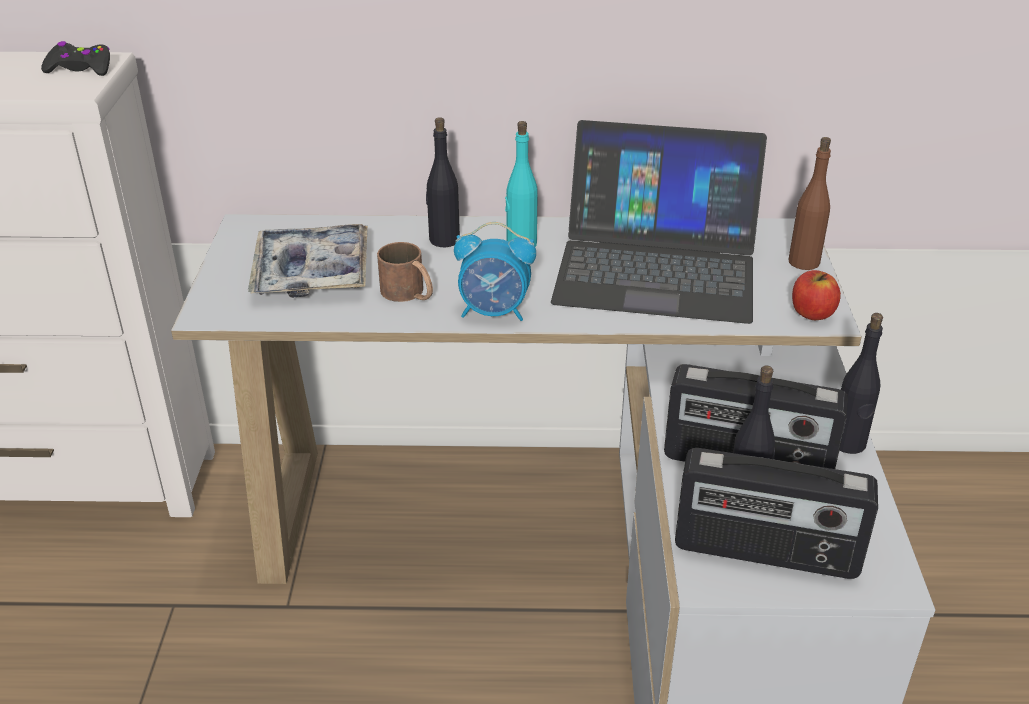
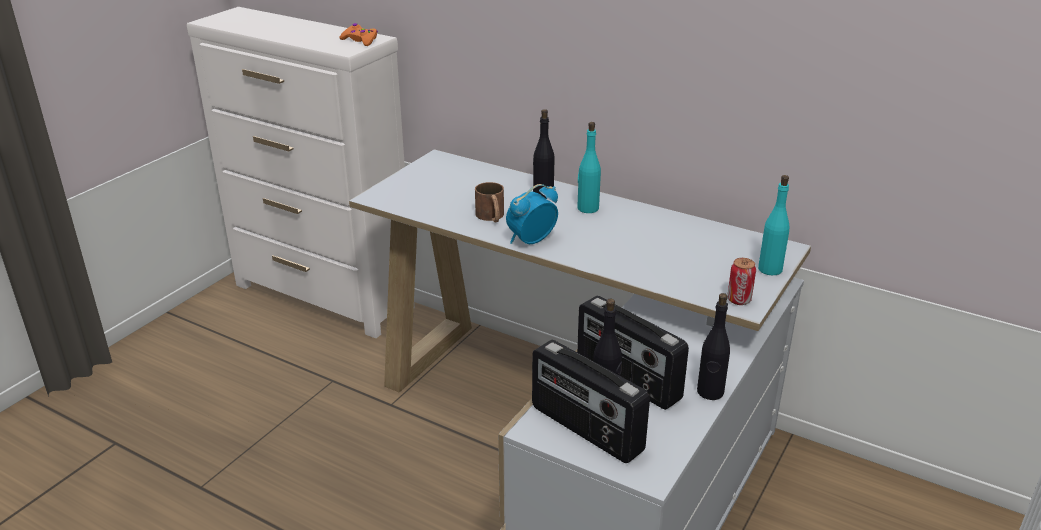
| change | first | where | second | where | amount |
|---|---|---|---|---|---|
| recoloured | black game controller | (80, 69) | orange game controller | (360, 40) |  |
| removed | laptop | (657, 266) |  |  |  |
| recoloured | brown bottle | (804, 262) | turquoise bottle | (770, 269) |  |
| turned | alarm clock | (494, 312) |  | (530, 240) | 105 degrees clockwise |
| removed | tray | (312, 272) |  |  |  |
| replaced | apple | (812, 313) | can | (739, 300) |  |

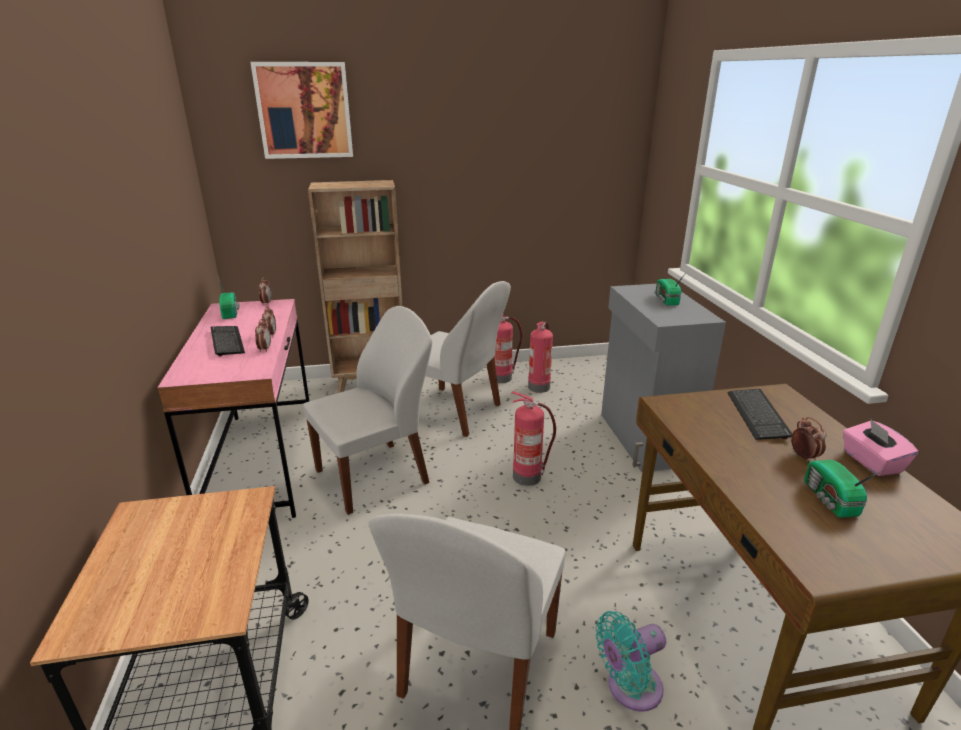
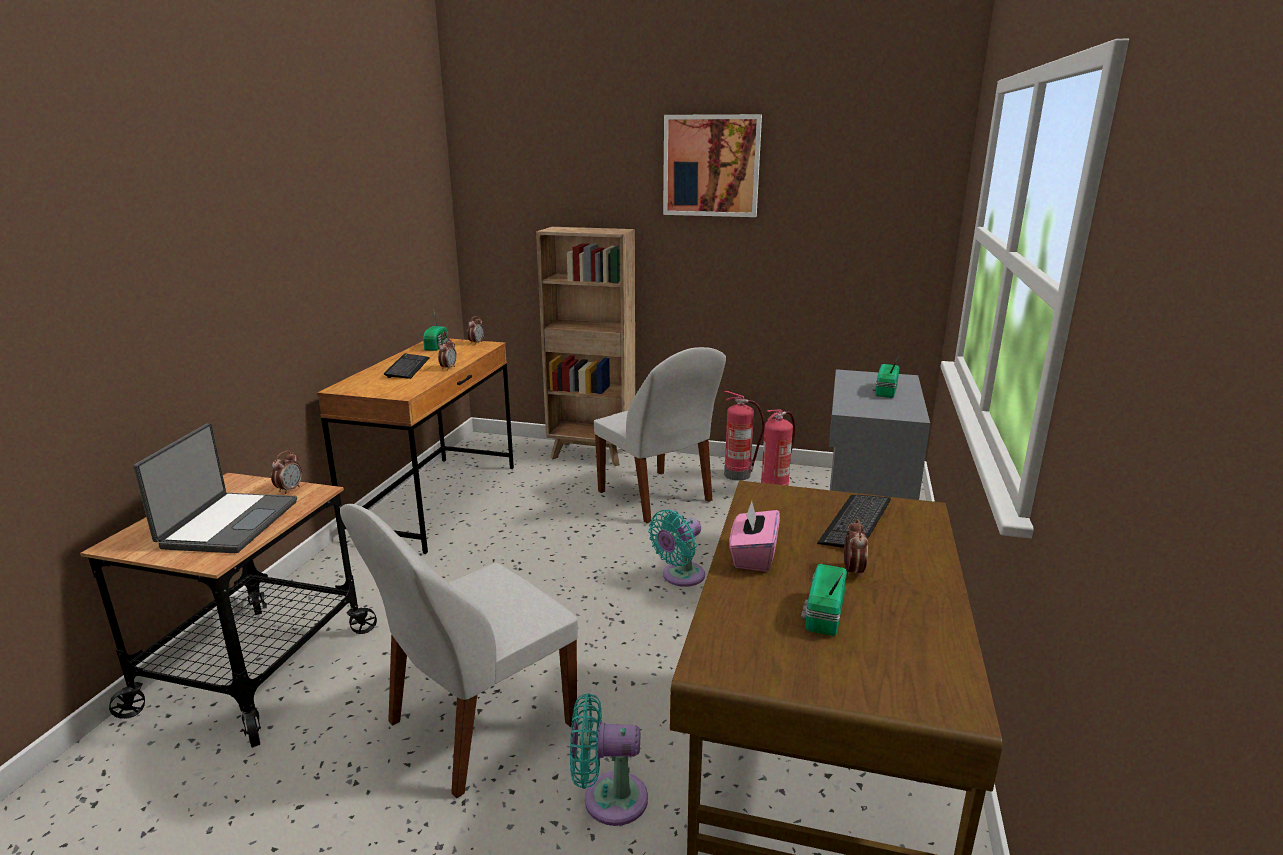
| change | first | where | second | where | amount |
|---|---|---|---|---|---|
| moved | picture | (304, 111) |  | (711, 166) |  |
| recoloured | pink desk | (262, 462) | brown desk | (436, 501) |  |
| removed | white chair | (375, 476) |  |  |  |
| moved | alarm clock | (265, 349) |  | (289, 489) |  |
| replaced | fire extinguisher | (528, 477) | turquoise fan | (680, 577) |  |
| moved | pink tissue box | (871, 462) |  | (753, 556) |  |
| added |  |  | laptop | (228, 524) |  |

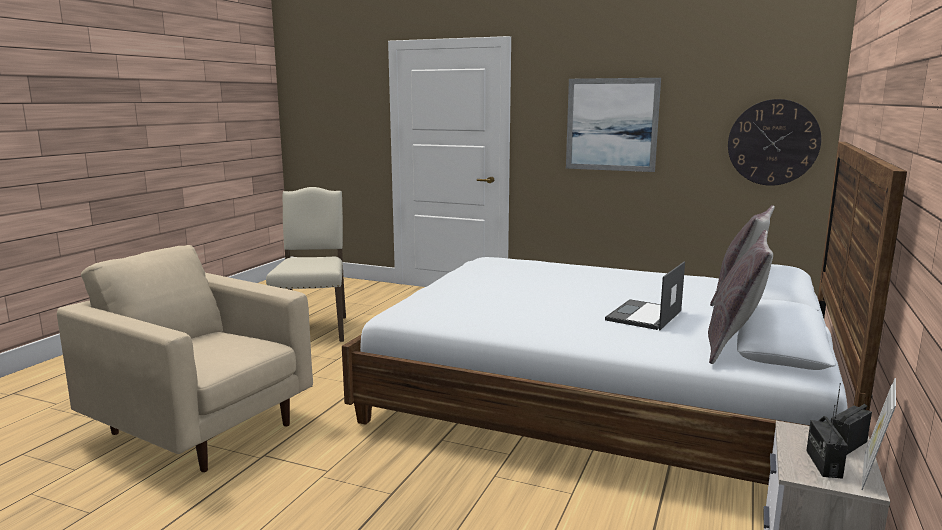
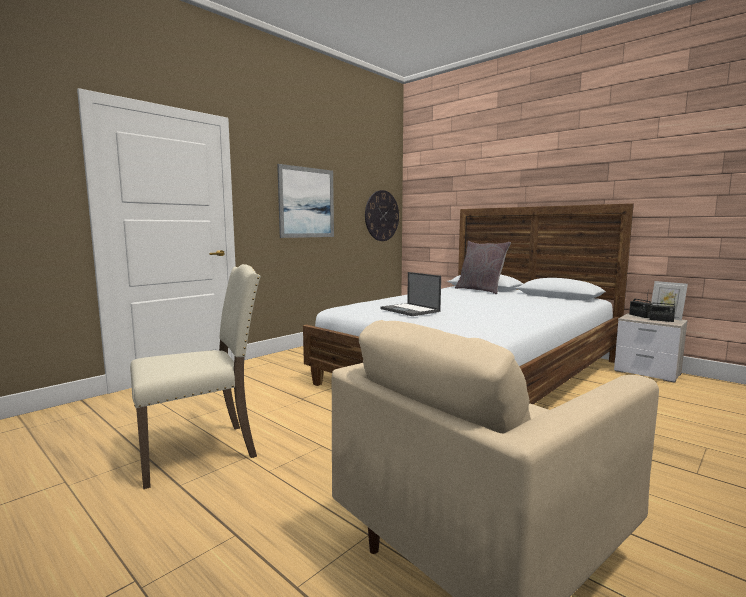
| change | first | where | second | where | amount |
|---|---|---|---|---|---|
| turned | beige chair | (314, 328) |  | (200, 451) | 135 degrees clockwise |
| removed | grey pillow | (734, 346) |  |  |  |
| moved | laptop | (644, 316) |  | (410, 310) |  |

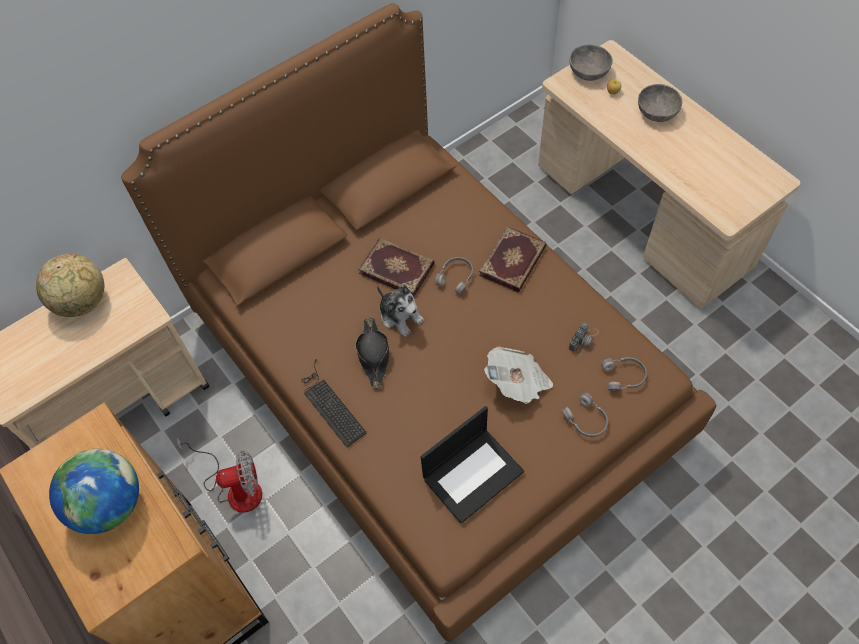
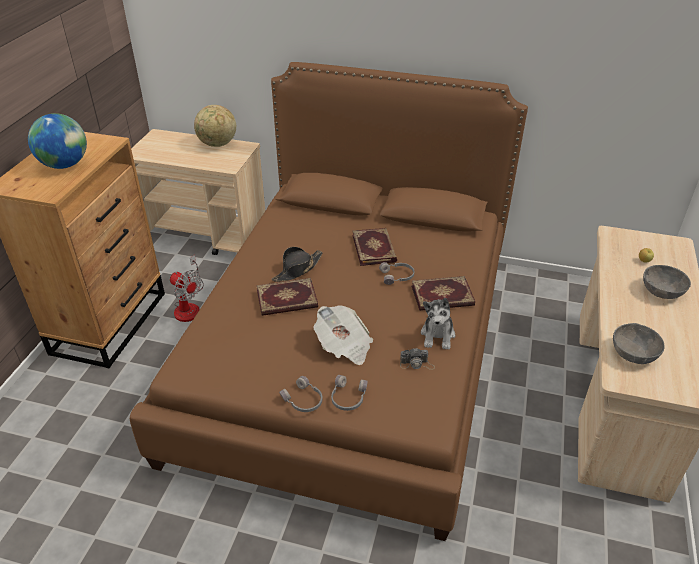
| change | first | where | second | where | amount |
|---|---|---|---|---|---|
| moved | grey bowl | (588, 72) |  | (633, 353) |  |
| moved | plush toy | (400, 316) |  | (438, 335) |  |
| moved | grey headphones | (624, 376) |  | (303, 400) |  |
| removed | keyboard | (330, 405) |  |  |  |
| removed | laptop | (473, 473) |  |  |  |
| added |  |  | book | (287, 300) |  |

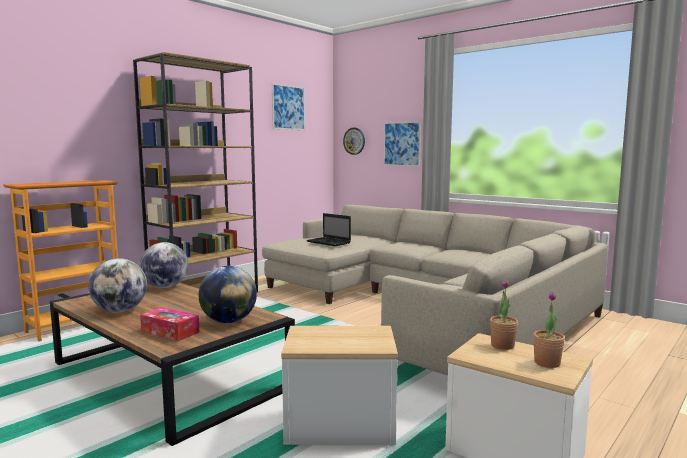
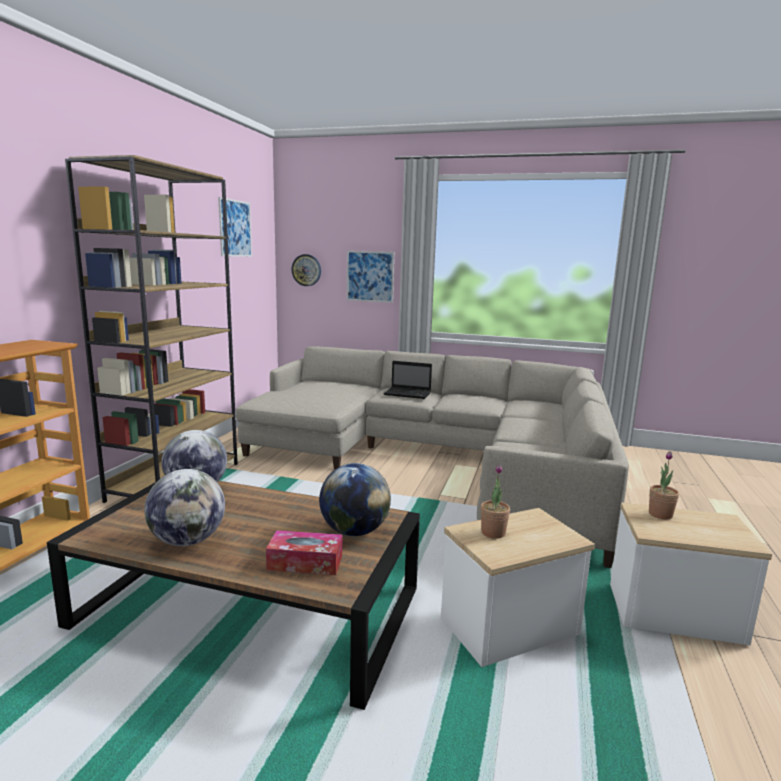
| change | first | where | second | where | amount |
|---|---|---|---|---|---|
| moved | laptop | (329, 242) |  | (408, 394) |  |
| moved | potted plant | (547, 363) |  | (493, 533) |  |

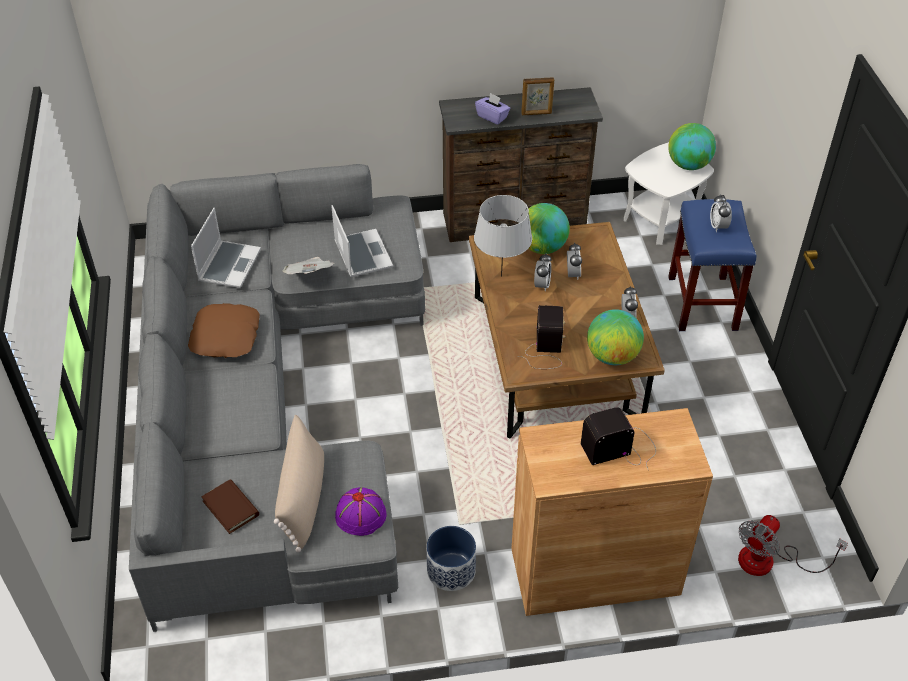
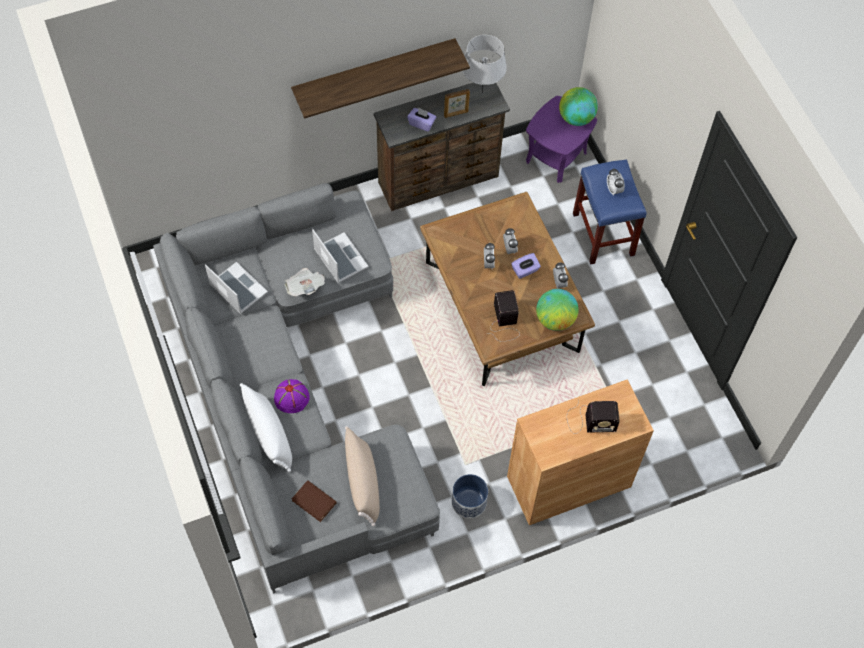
| change | first | where | second | where | amount |
|---|---|---|---|---|---|
| recoloured | white side table | (660, 219) | purple side table | (556, 156) |  |
| moved | grey table lamp | (501, 276) |  | (482, 92) |  |
| removed | globe | (542, 247) |  |  |  |
| turned | laptop | (229, 265) |  | (237, 289) | 45 degrees counterclockwise |
| removed | brown pillow | (226, 337) |  |  |  |
| turned | radio | (621, 448) |  | (589, 421) | 150 degrees counterclockwise |
| moved | purple hat | (361, 515) |  | (292, 397) |  |
| removed | fan | (769, 561) |  |  |  |
| added |  |  | shelf | (374, 72) |  |
| added |  |  | purple tissue box | (525, 270) |  |
| added |  |  | white pillow | (269, 434) |  |

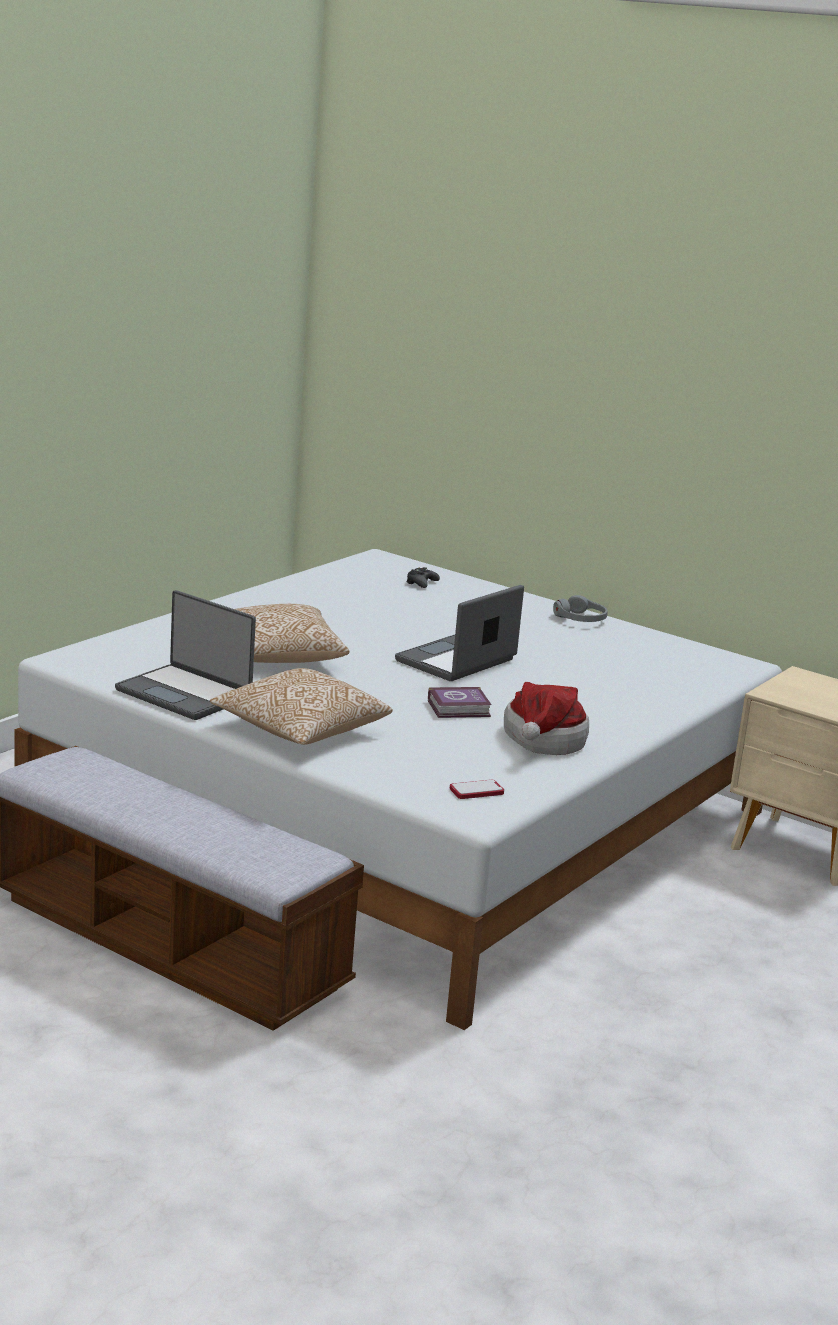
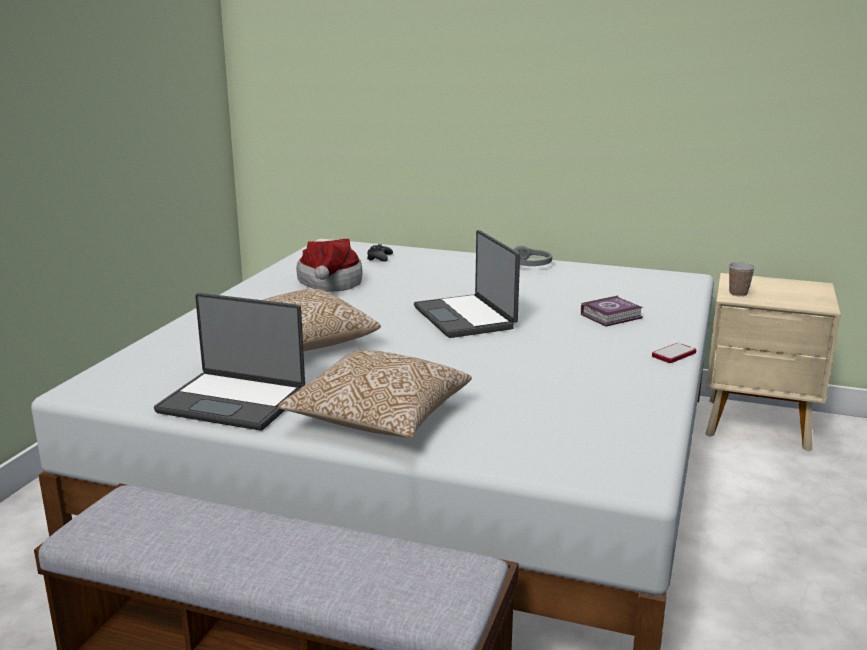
| change | first | where | second | where | amount |
|---|---|---|---|---|---|
| turned | laptop | (457, 661) |  | (466, 317) | 45 degrees counterclockwise |
| moved | hat | (542, 741) |  | (329, 284) |  |
| moved | book | (460, 709) |  | (613, 316) |  |
| moved | phone | (476, 791) |  | (674, 354) |  |
| added |  |  | cup | (738, 293) |  |

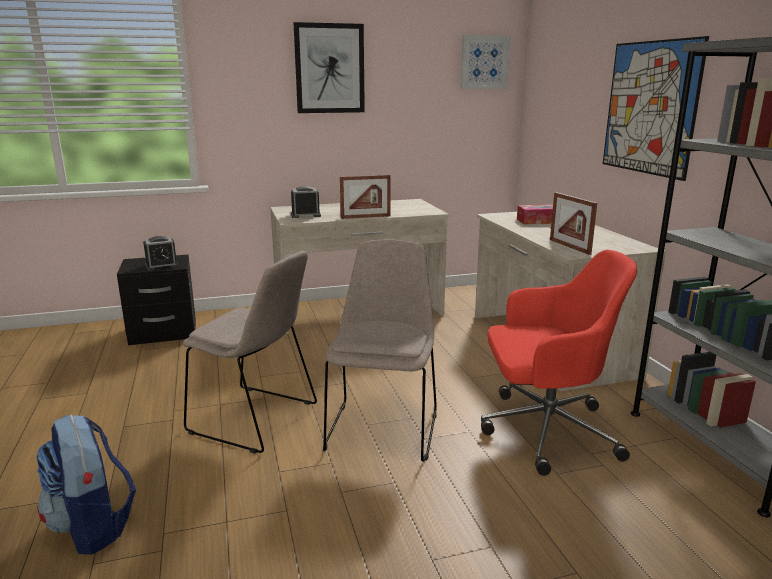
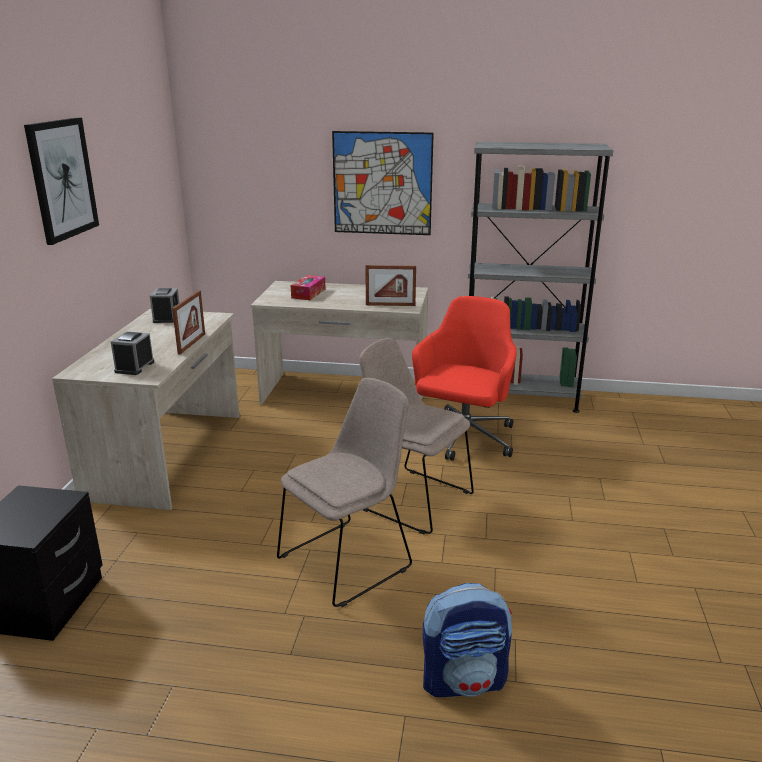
| change | first | where | second | where | amount |
|---|---|---|---|---|---|
| removed | picture | (484, 62) |  |  |  |
| moved | alarm clock | (161, 266) |  | (167, 317) |  |

